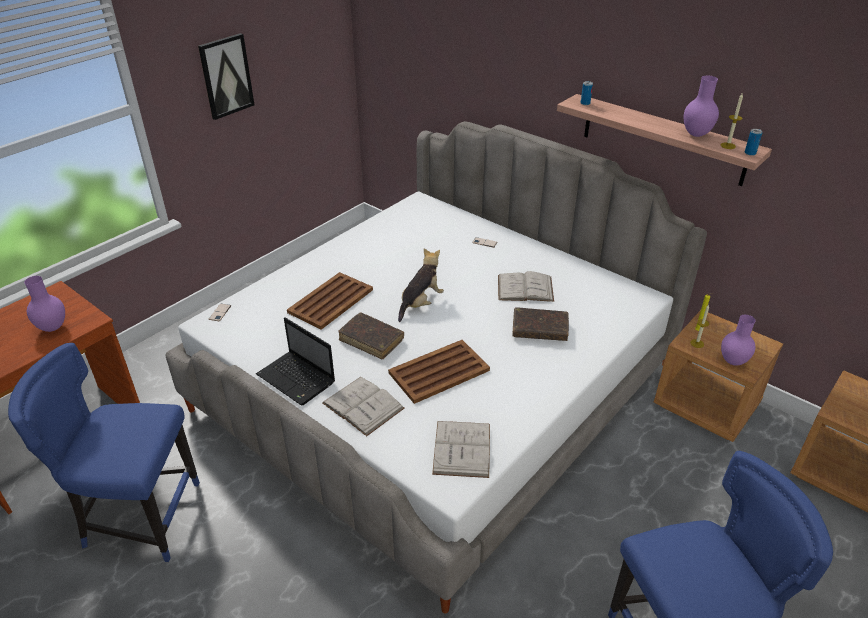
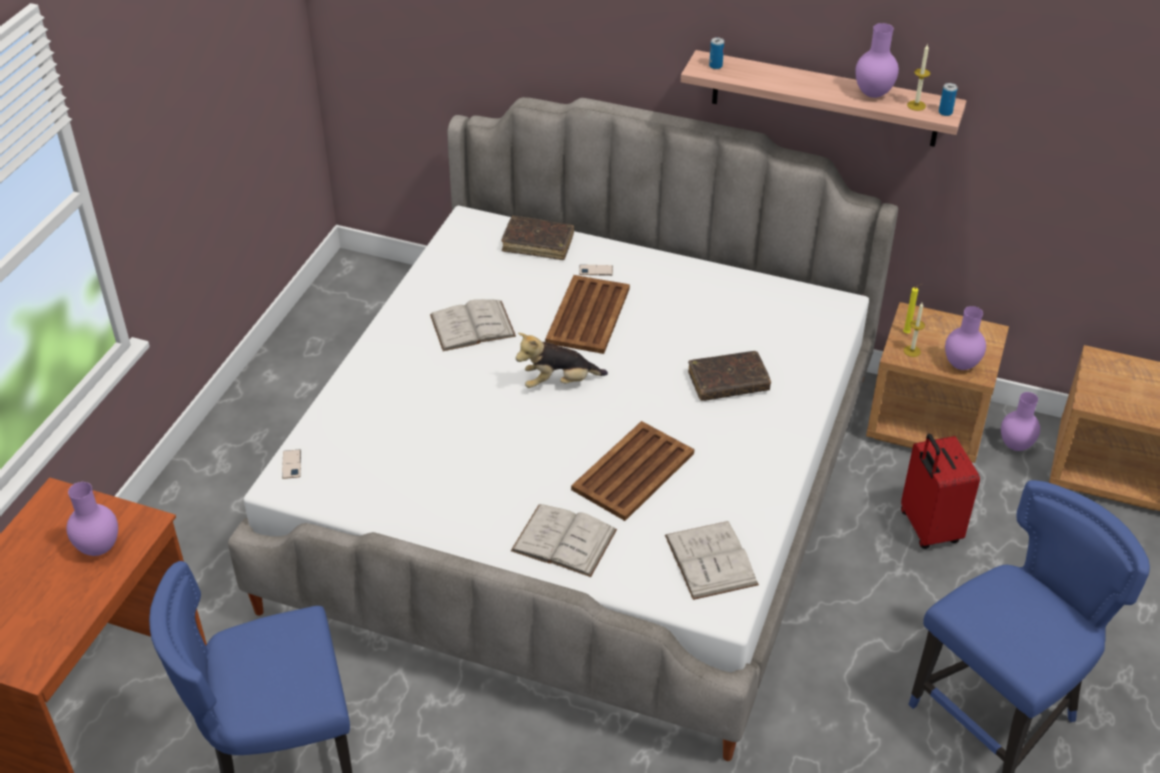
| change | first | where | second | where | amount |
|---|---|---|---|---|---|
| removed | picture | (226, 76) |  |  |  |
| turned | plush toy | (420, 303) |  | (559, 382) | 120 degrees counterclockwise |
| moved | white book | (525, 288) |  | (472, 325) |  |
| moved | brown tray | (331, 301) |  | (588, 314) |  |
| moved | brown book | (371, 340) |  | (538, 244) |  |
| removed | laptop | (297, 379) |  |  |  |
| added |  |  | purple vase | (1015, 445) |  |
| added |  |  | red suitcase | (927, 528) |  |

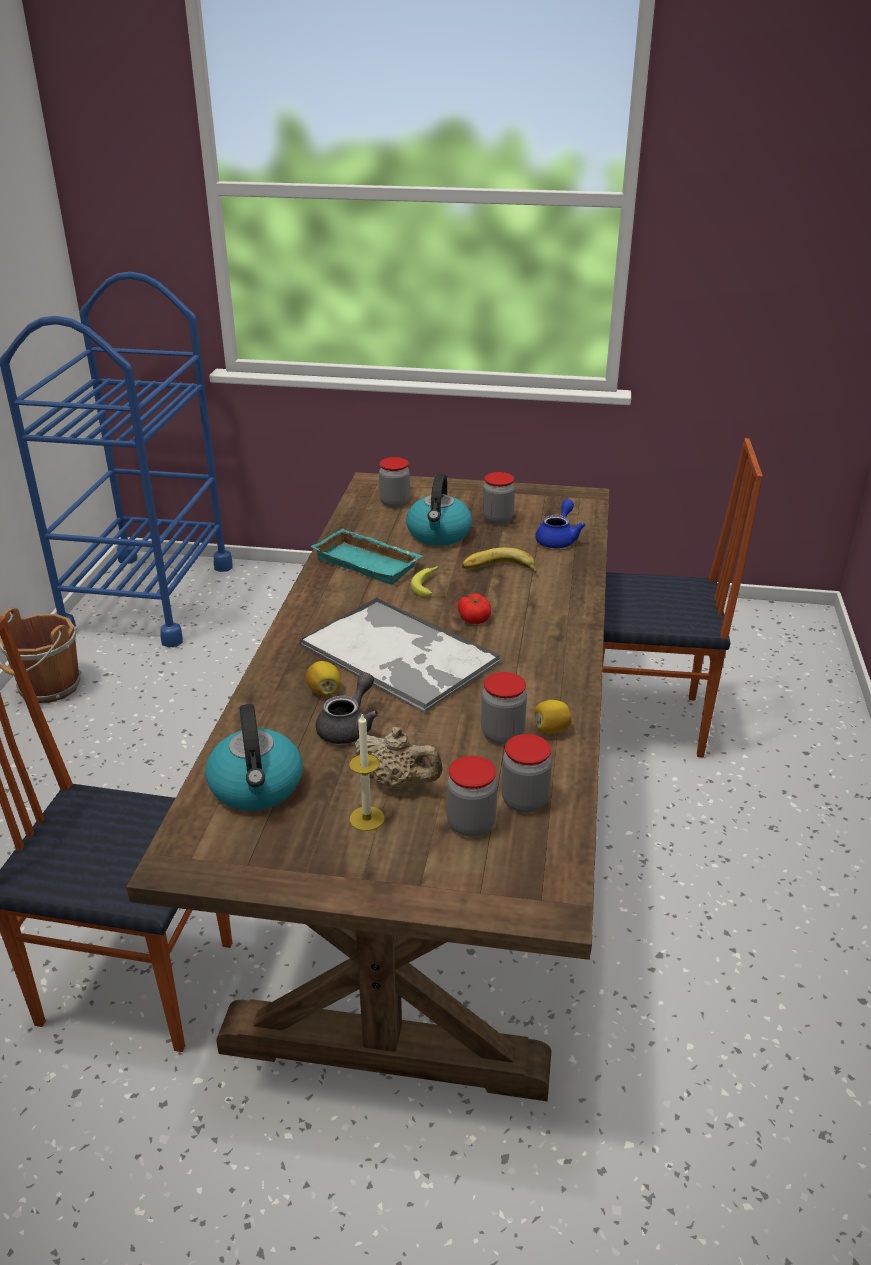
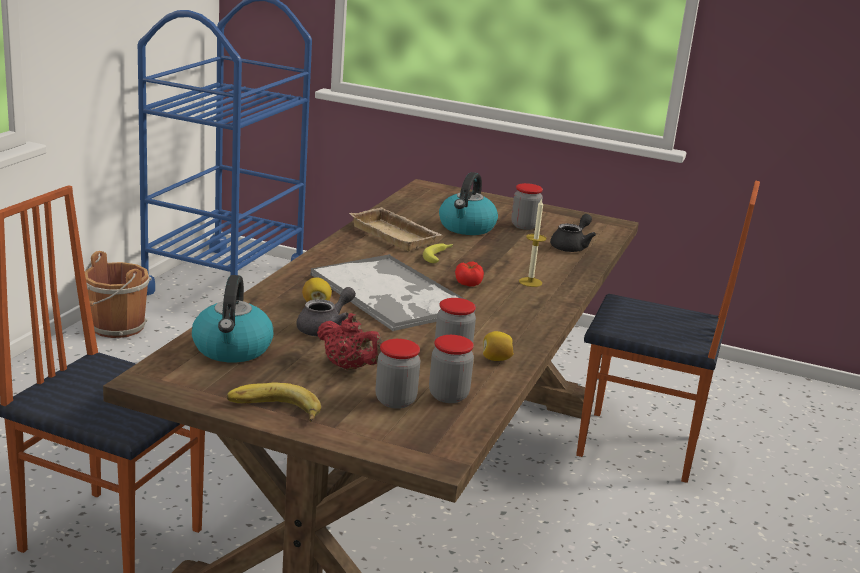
| change | first | where | second | where | amount |
|---|---|---|---|---|---|
| removed | jar | (395, 503) |  |  |  |
| recoloured | blue teapot | (558, 539) | black teapot | (571, 246) |  |
| recoloured | turquoise tray | (370, 562) | beige tray | (397, 235) |  |
| moved | banana | (499, 570) |  | (273, 411) |  |
| moved | candle | (367, 818) |  | (530, 282) |  |
| recoloured | beige teapot | (399, 783) | red teapot | (349, 367) |  |

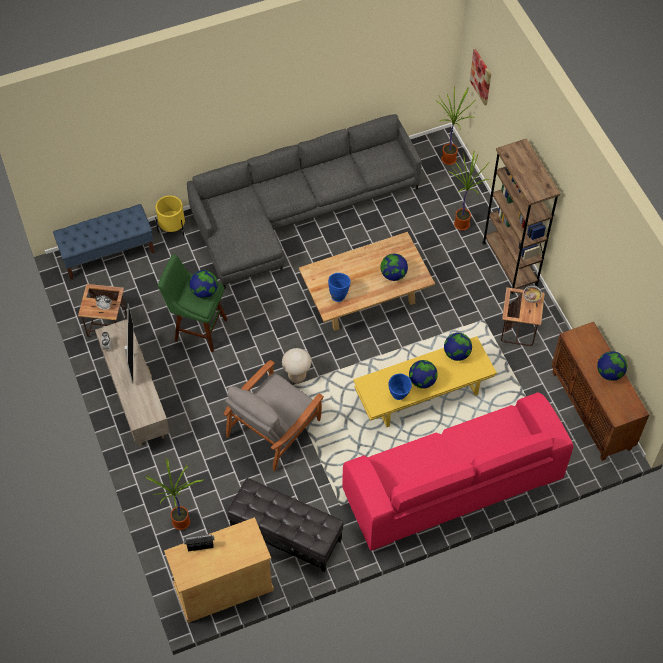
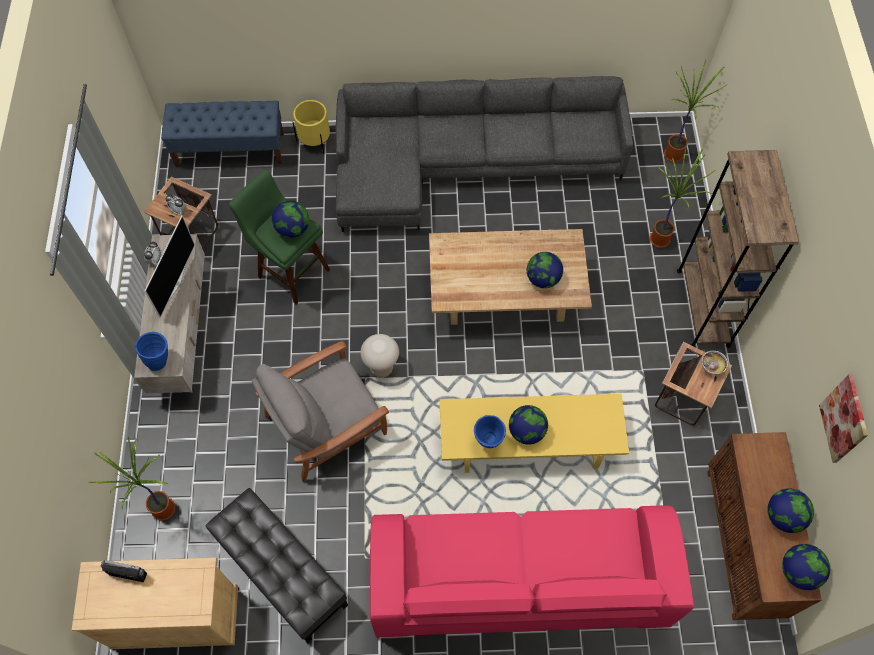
| change | first | where | second | where | amount |
|---|---|---|---|---|---|
| moved | picture | (481, 77) |  | (844, 419) |  |
| moved | blue vase | (339, 294) |  | (160, 360) |  |
| moved | globe | (456, 354) |  | (798, 572) |  |

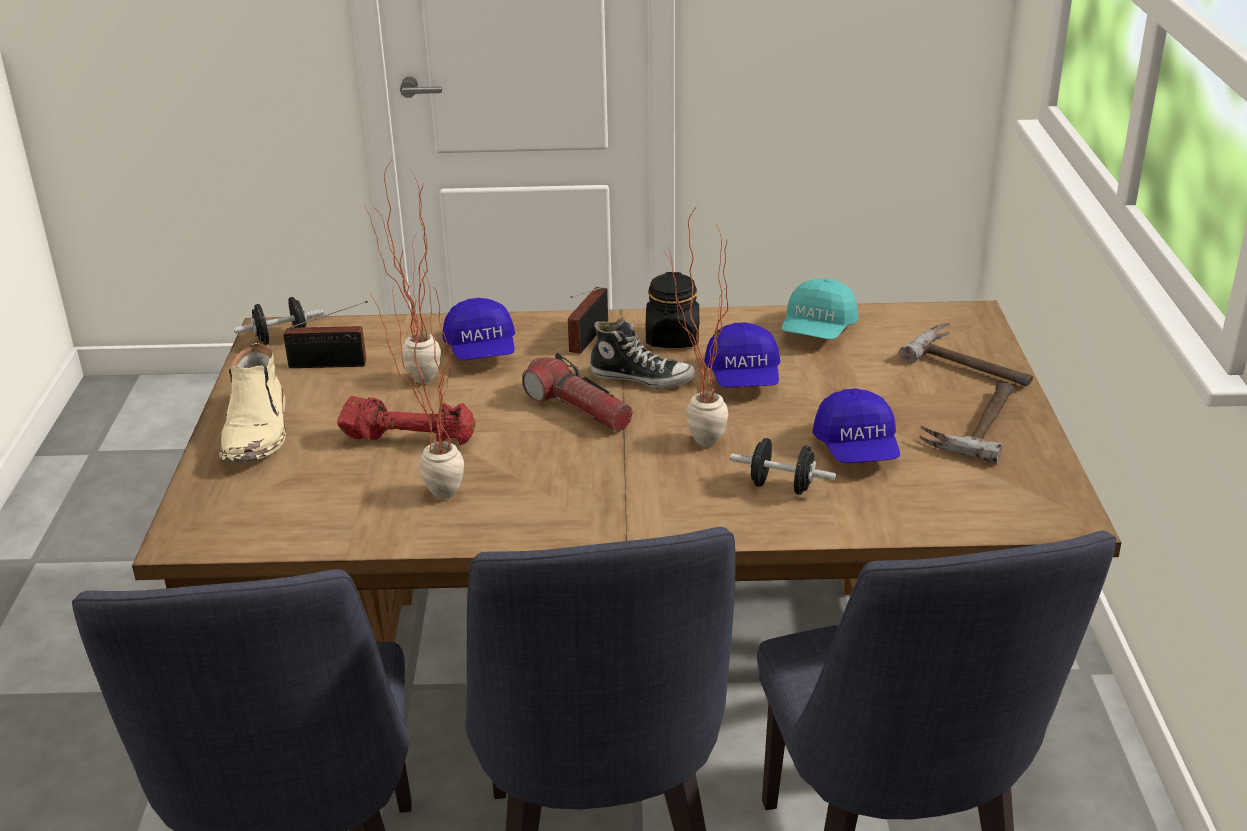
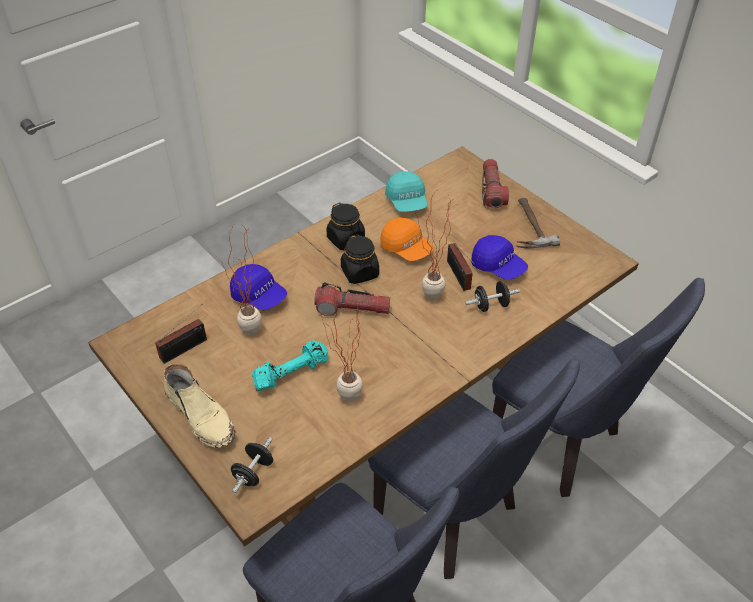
| change | first | where | second | where | amount |
|---|---|---|---|---|---|
| moved | radio | (586, 338) |  | (459, 277) |  |
| moved | black dumbbell | (281, 339) |  | (253, 473) |  |
| replaced | shoe | (642, 378) | black jar | (360, 272) |  |
| recoloured | blue cap | (744, 378) | orange cap | (406, 248) |  |
| replaced | hammer | (973, 363) | flashlight | (492, 190) |  |
| recoloured | red dumbbell | (410, 438) | turquoise dumbbell | (290, 373) |  |

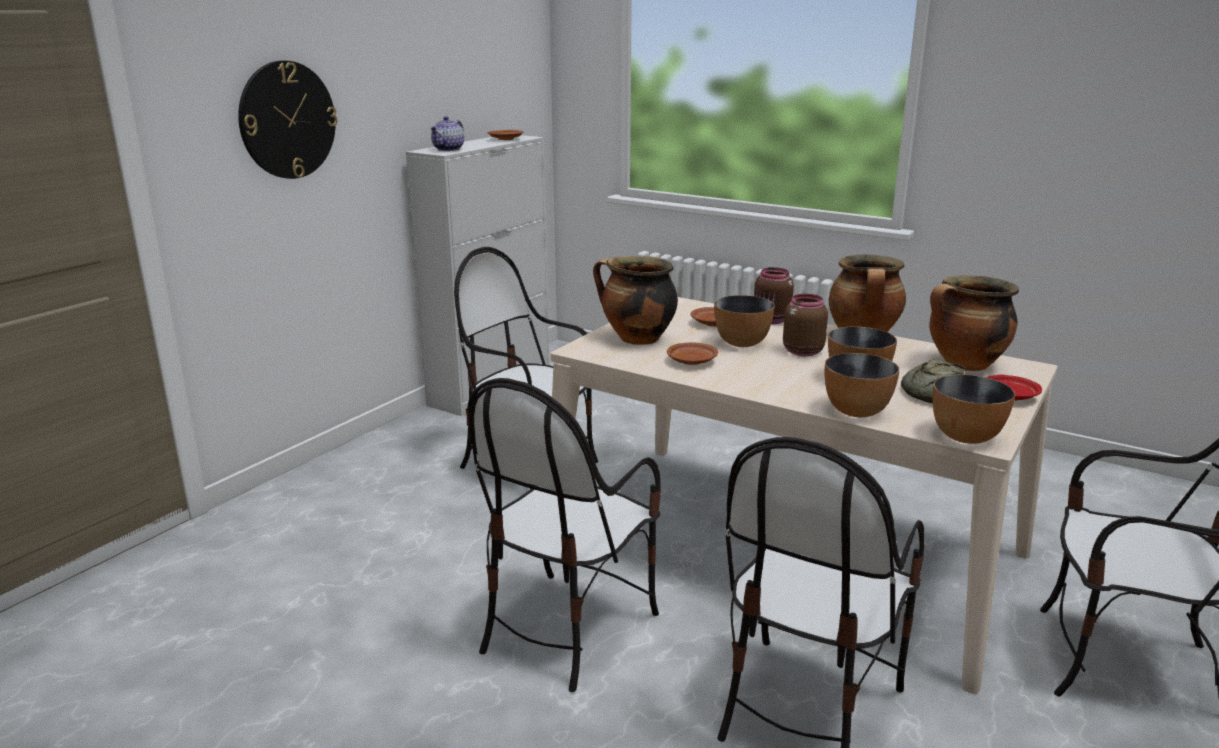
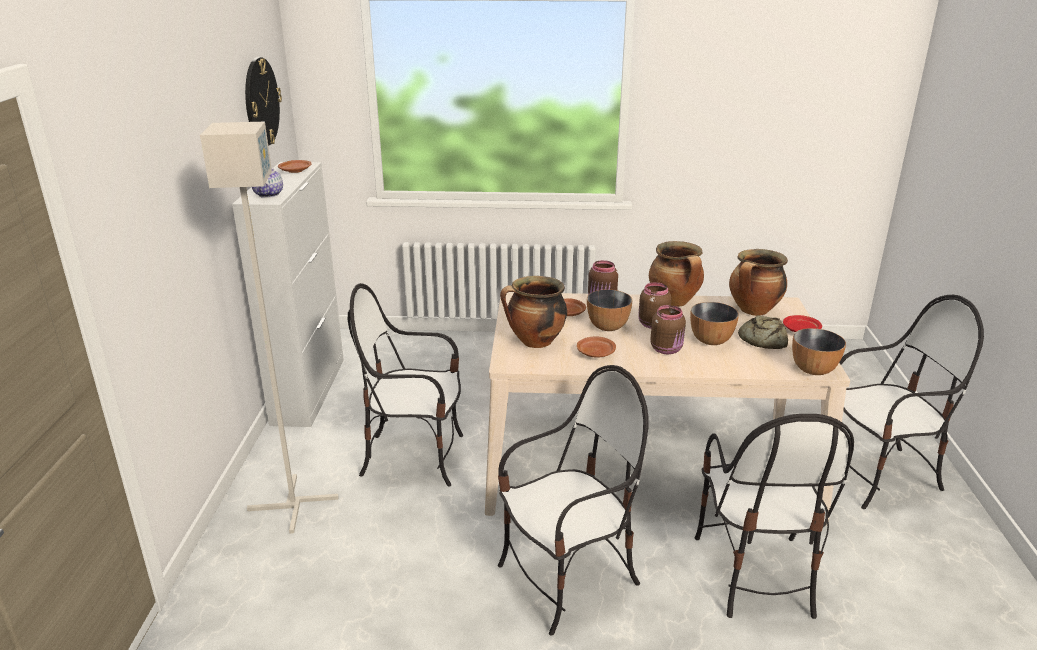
| change | first | where | second | where | amount |
|---|---|---|---|---|---|
| moved | wall clock | (287, 120) |  | (261, 102) |  |
| removed | bowl | (856, 411) |  |  |  |
| turned | chair | (567, 628) |  | (568, 580) | 120 degrees counterclockwise |
| added |  |  | grey floor lamp | (294, 504) |  |
| added |  |  | brown jar | (667, 349) |  |

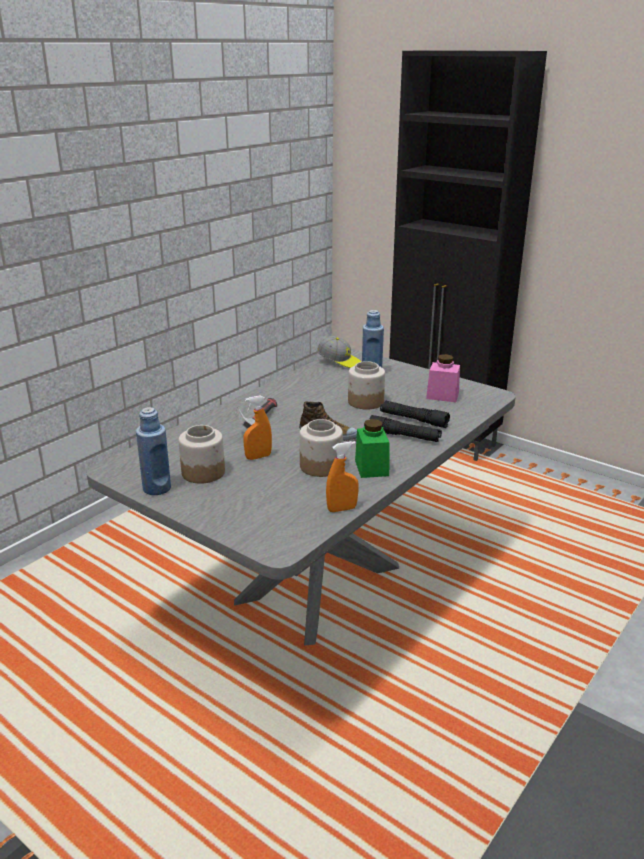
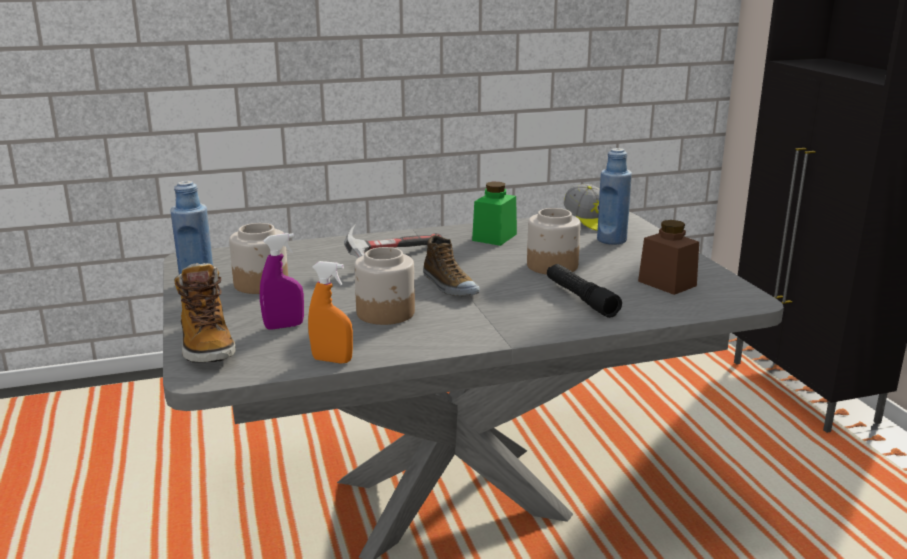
| change | first | where | second | where | amount |
|---|---|---|---|---|---|
| recoloured | pink jar | (442, 396) | brown jar | (667, 283) |  |
| removed | orange spray bottle | (258, 457) |  |  |  |
| removed | black flashlight | (404, 436) |  |  |  |
| moved | green jar | (371, 468) |  | (494, 237) |  |
| added |  |  | purple spray bottle | (284, 326) |  |
| added |  |  | boot | (206, 345) |  |

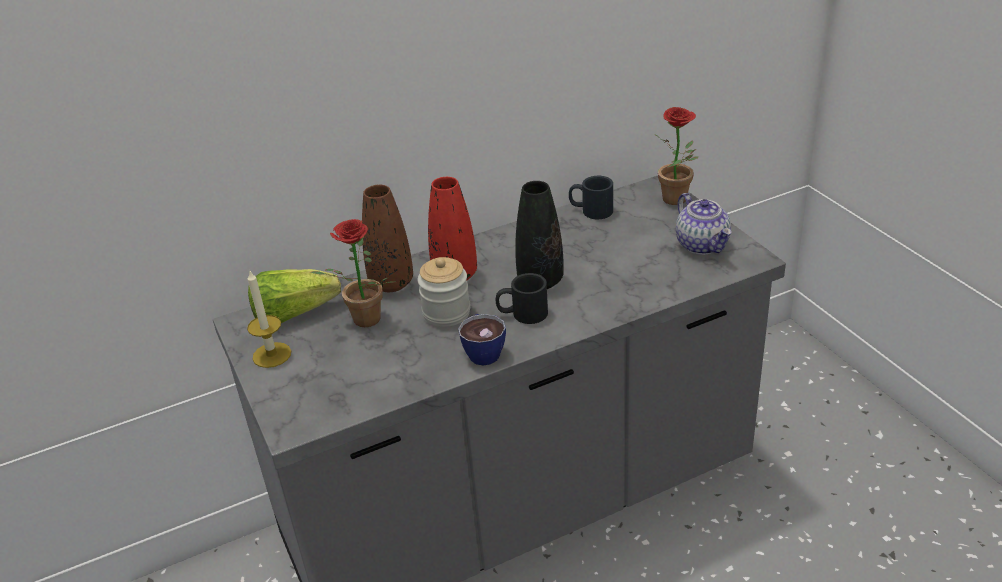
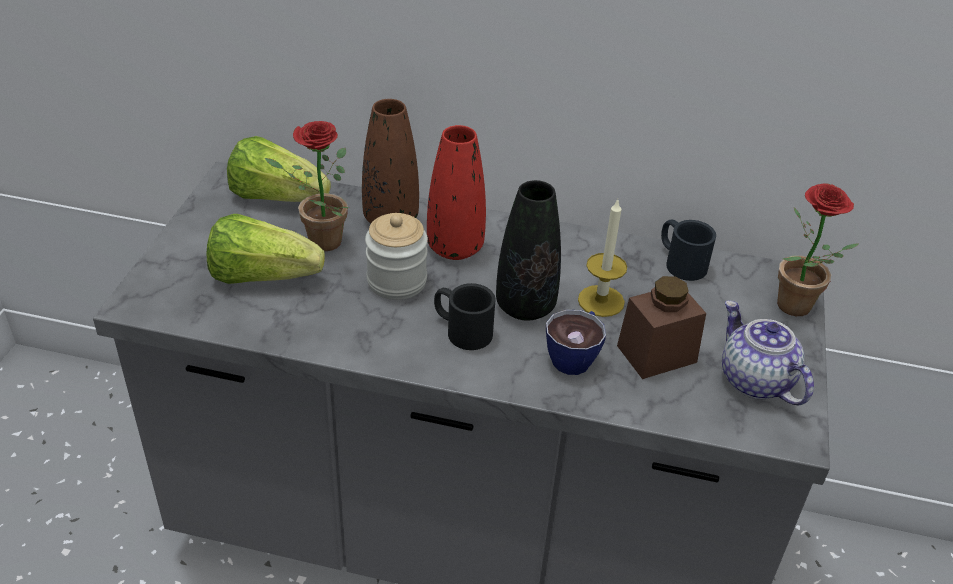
| change | first | where | second | where | amount |
|---|---|---|---|---|---|
| turned | teapot | (703, 245) |  | (754, 380) | 135 degrees clockwise |
| moved | candle | (272, 355) |  | (601, 301) |  |
| moved | cup | (483, 351) |  | (575, 356) |  |
| added |  |  | lettuce | (262, 276) |  |
| added |  |  | brown jar | (656, 354) |  |

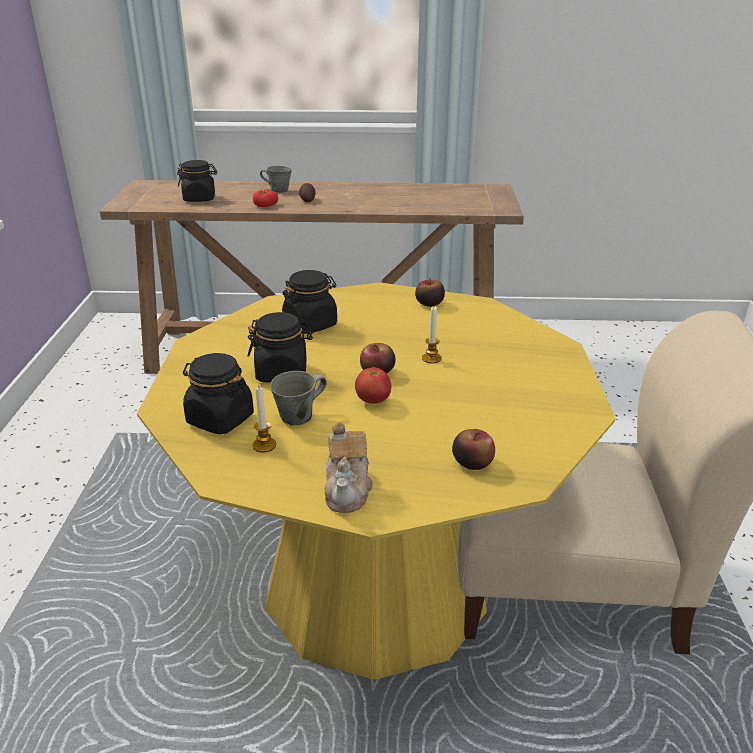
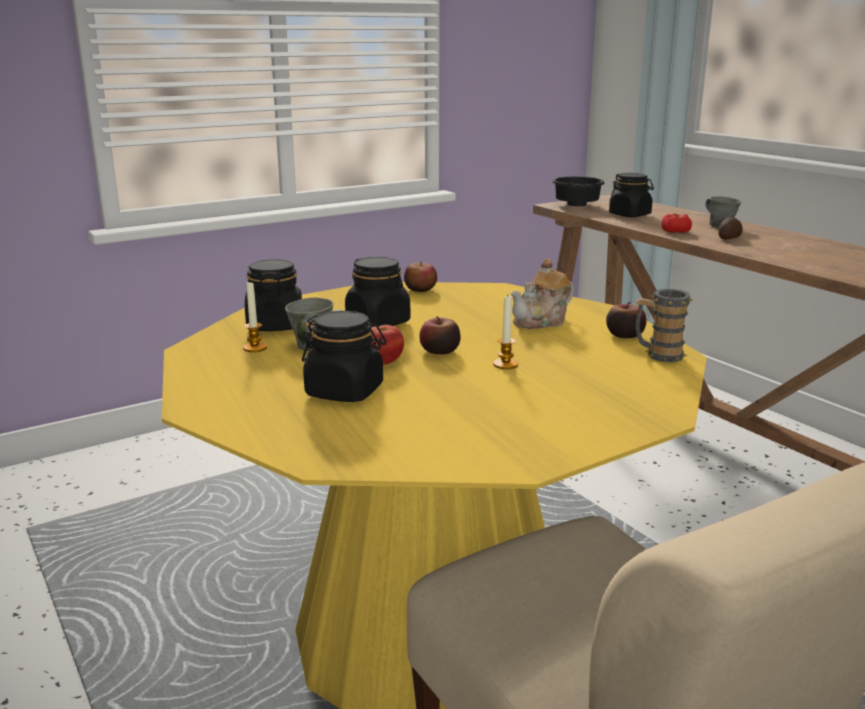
| change | first | where | second | where | amount |
|---|---|---|---|---|---|
| moved | black jar | (310, 324) |  | (345, 391) |  |
| moved | teapot | (348, 489) |  | (542, 321) |  |
| moved | apple | (472, 462) |  | (420, 289) |  |
| added |  |  | black bowl | (576, 205) |  |
| added |  |  | mug | (658, 355) |  |

